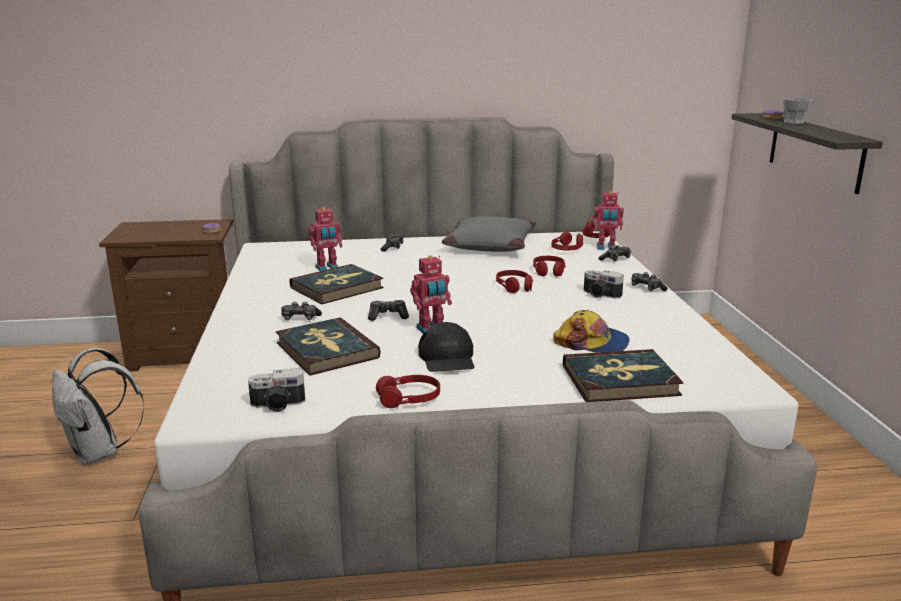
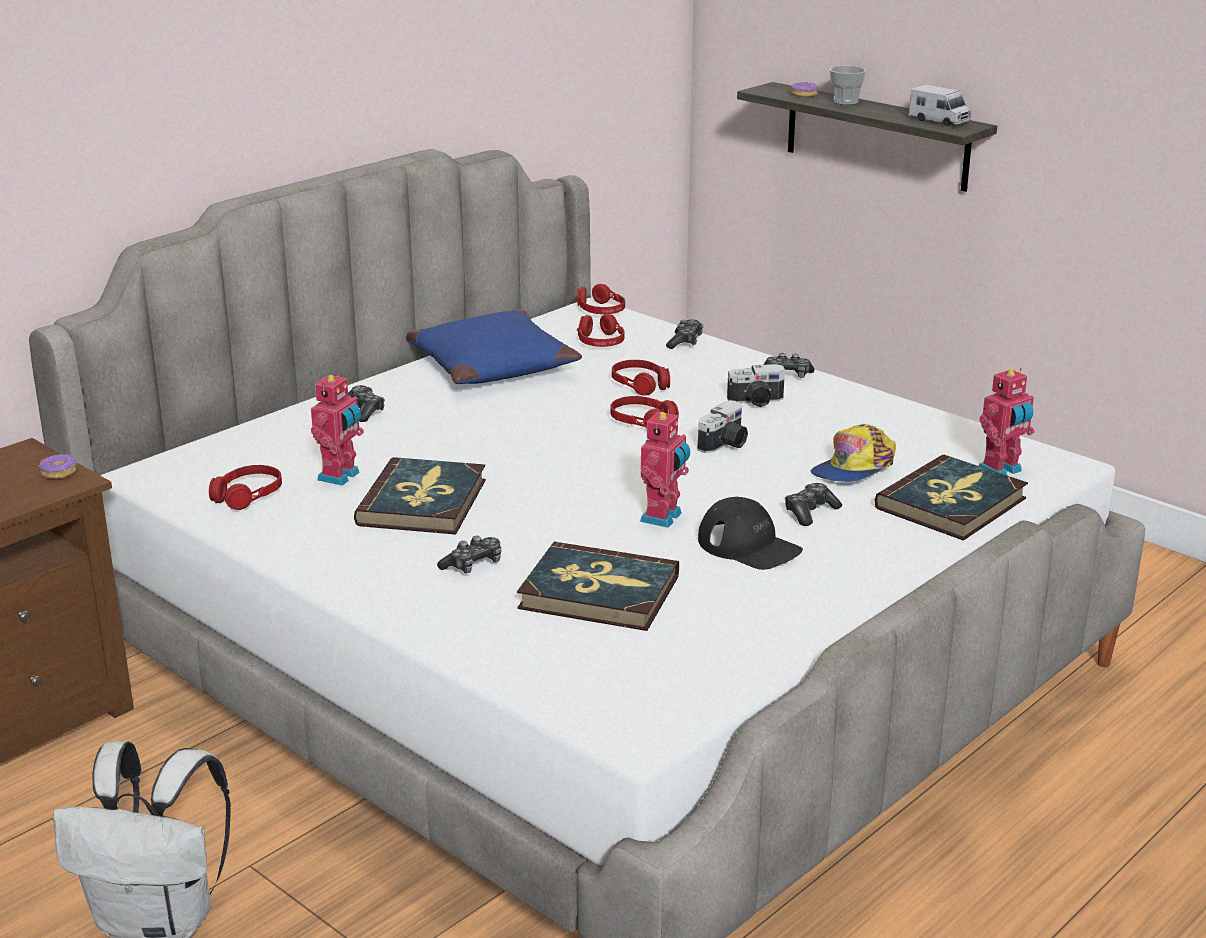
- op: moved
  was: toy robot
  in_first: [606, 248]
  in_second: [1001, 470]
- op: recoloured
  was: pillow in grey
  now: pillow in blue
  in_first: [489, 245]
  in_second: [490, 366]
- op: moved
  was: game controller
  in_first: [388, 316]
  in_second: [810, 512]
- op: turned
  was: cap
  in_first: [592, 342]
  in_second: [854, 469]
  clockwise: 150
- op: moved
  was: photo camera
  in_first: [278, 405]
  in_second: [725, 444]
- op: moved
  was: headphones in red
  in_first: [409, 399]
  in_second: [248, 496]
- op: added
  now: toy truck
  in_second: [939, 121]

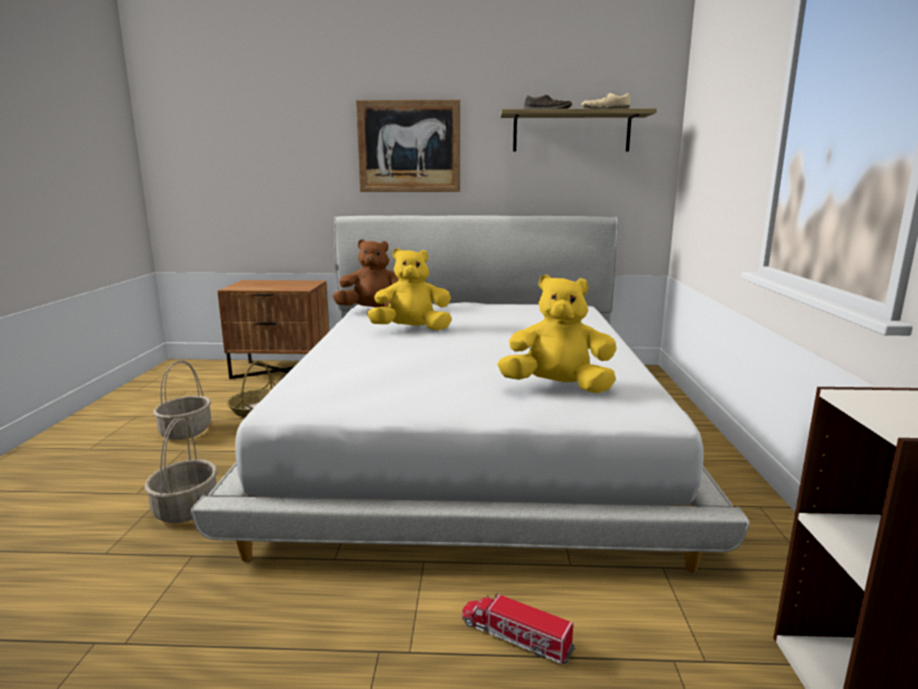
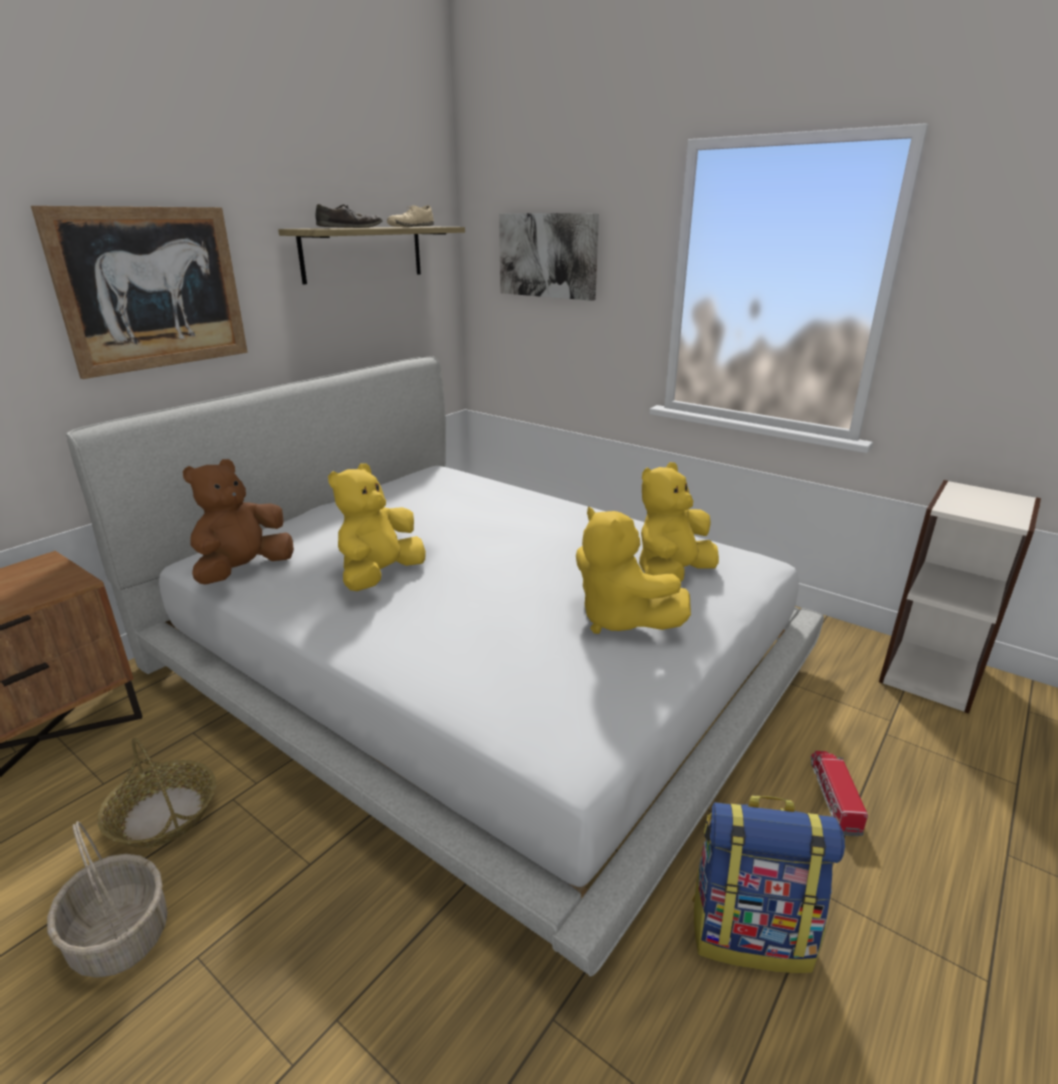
- op: removed
  was: basket
  in_first: [186, 508]
- op: turned
  was: toy truck
  in_first: [515, 637]
  in_second: [833, 796]
  clockwise: 120
- op: added
  now: picture
  in_second: [548, 255]
- op: added
  now: plush toy in yellow
  in_second: [620, 620]
- op: added
  now: backpack
  in_second: [751, 932]

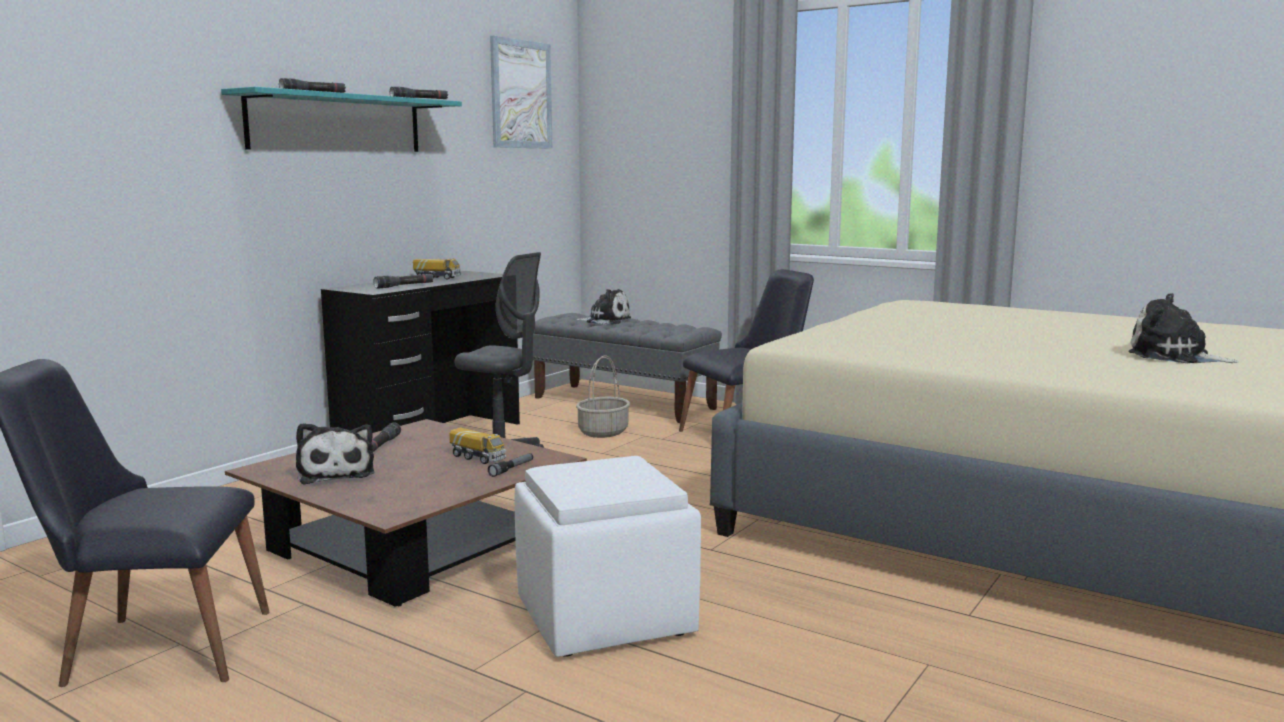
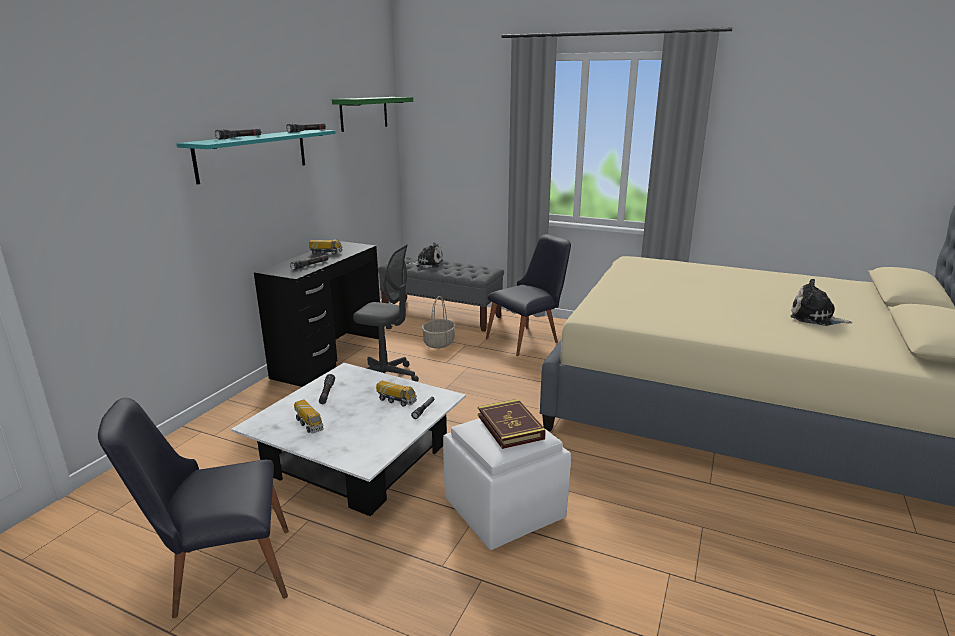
- op: replaced
  was: picture
  now: shelf in green
  in_first: [521, 94]
  in_second: [364, 113]
- op: recoloured
  was: coffee table in brown
  now: coffee table in white
  in_first: [413, 544]
  in_second: [358, 457]
- op: replaced
  was: plush toy
  now: toy truck
  in_first: [336, 473]
  in_second: [309, 424]
- op: added
  now: book
  in_second: [510, 427]

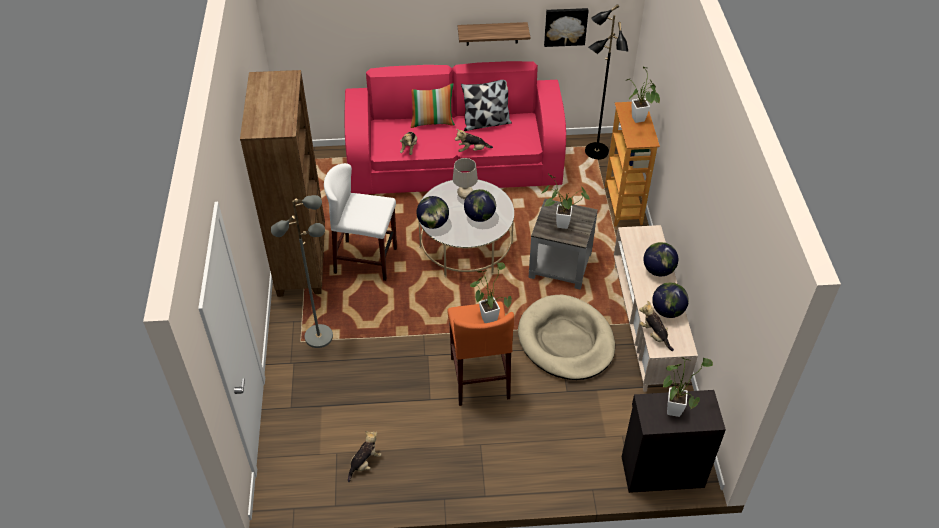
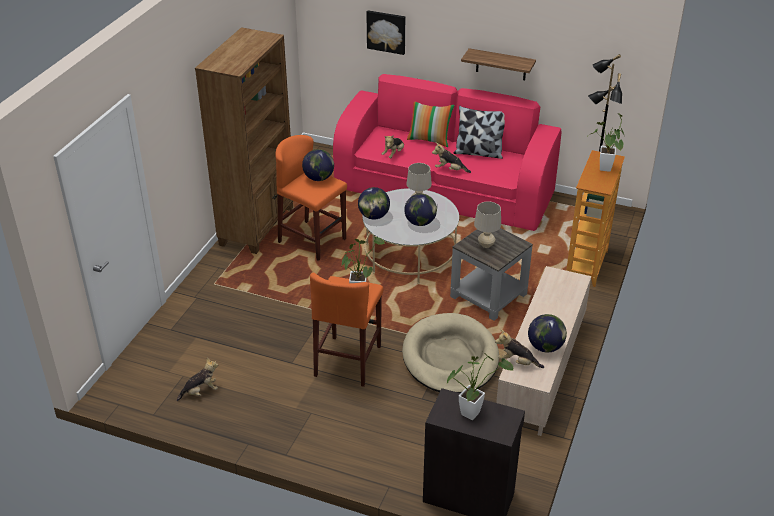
- op: moved
  was: picture
  in_first: [565, 26]
  in_second: [386, 31]
- op: recoloured
  was: stool in white
  now: stool in orange
  in_first: [366, 260]
  in_second: [312, 241]
- op: replaced
  was: potted plant
  now: table lamp in beige
  in_first: [559, 224]
  in_second: [486, 245]
- op: removed
  was: floor lamp in grey
  in_first: [318, 336]
- op: moved
  was: globe
  in_first: [658, 270]
  in_second: [318, 178]
- op: turned
  was: plush toy
  in_first: [654, 335]
  in_second: [517, 362]
  clockwise: -60

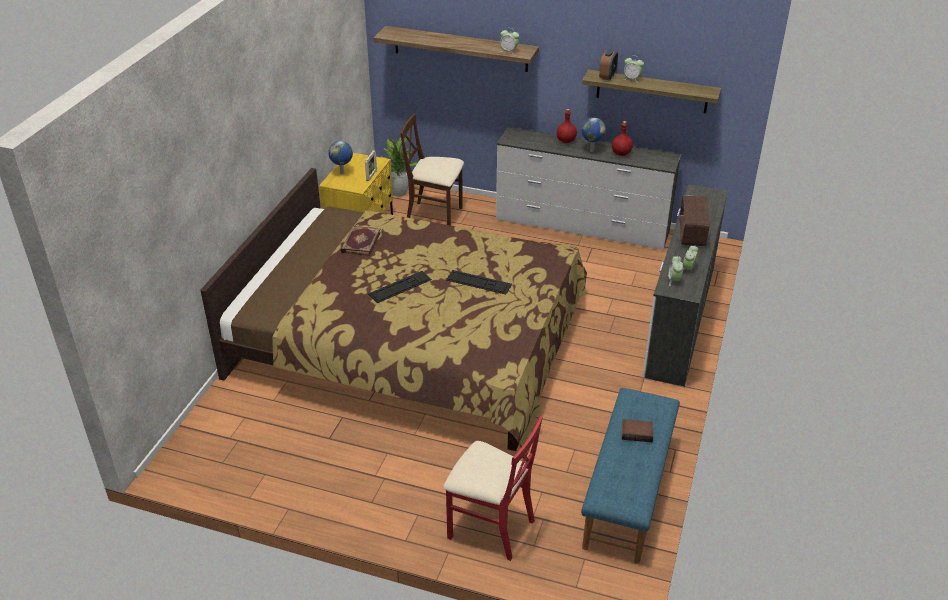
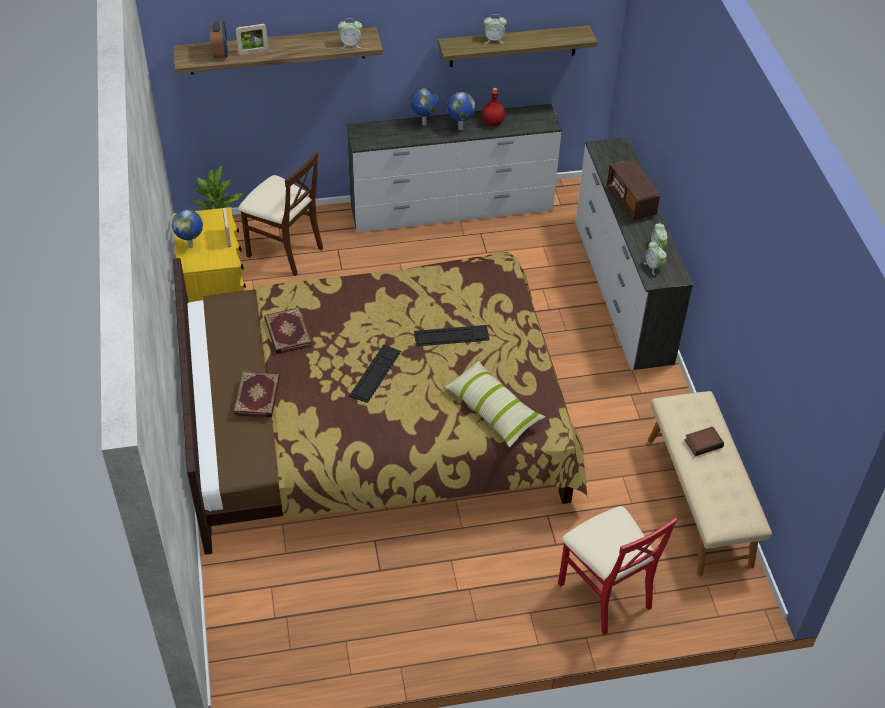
- op: moved
  was: alarm clock
  in_first: [607, 76]
  in_second: [220, 53]
- op: replaced
  was: bottle in red
  now: globe
  in_first: [565, 141]
  in_second: [423, 124]
- op: turned
  was: chair in beige
  in_first: [435, 215]
  in_second: [284, 250]
  clockwise: -135
- op: recoloured
  was: bench in blue
  now: bench in beige
  in_first: [628, 493]
  in_second: [700, 501]
- op: turned
  was: chair in red
  in_first: [490, 527]
  in_second: [605, 593]
  clockwise: 60
- op: added
  now: picture frame
  in_second: [253, 51]
- op: added
  now: pillow
  in_second: [492, 410]
- op: added
  now: book
  in_second: [258, 396]

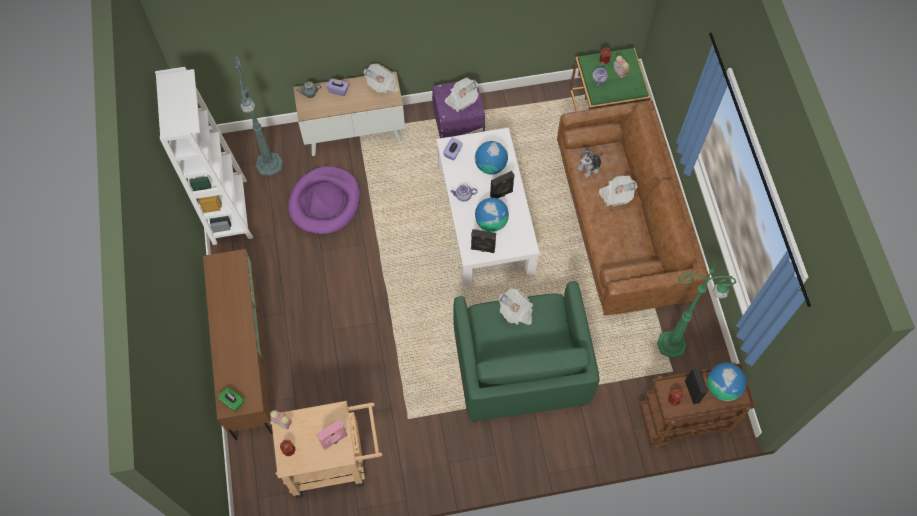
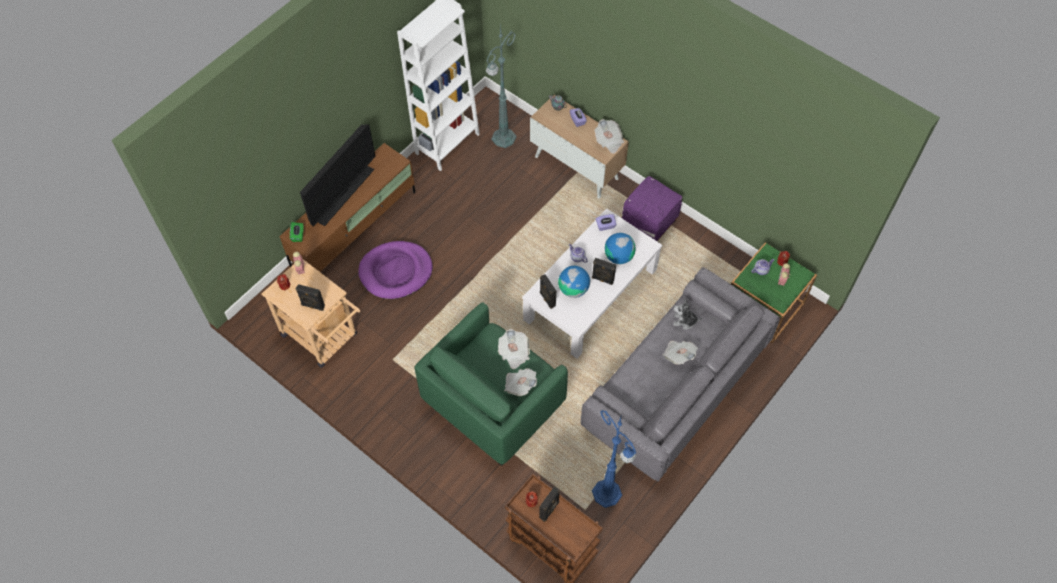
- op: moved
  was: newspaper
  in_first: [461, 99]
  in_second: [519, 385]
- op: recoloured
  was: sofa in brown
  now: sofa in grey
  in_first: [622, 224]
  in_second: [675, 388]
- op: moved
  was: dog bed in purple
  in_first: [325, 202]
  in_second: [396, 272]
- op: recoloured
  was: floor lamp in green
  now: floor lamp in blue
  in_first: [673, 344]
  in_second: [607, 494]
- op: removed
  was: globe
  in_first: [722, 387]
- op: recoloured
  was: speaker in pink
  now: speaker in black
  in_first: [334, 440]
  in_second: [313, 306]
- op: added
  now: television
  in_second: [344, 194]

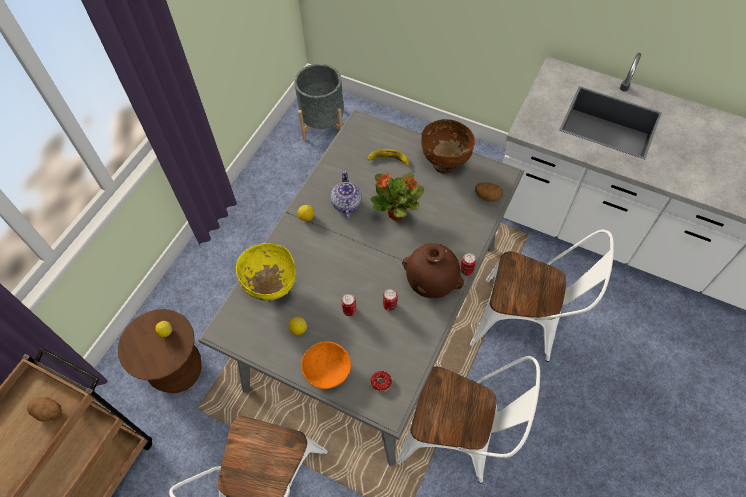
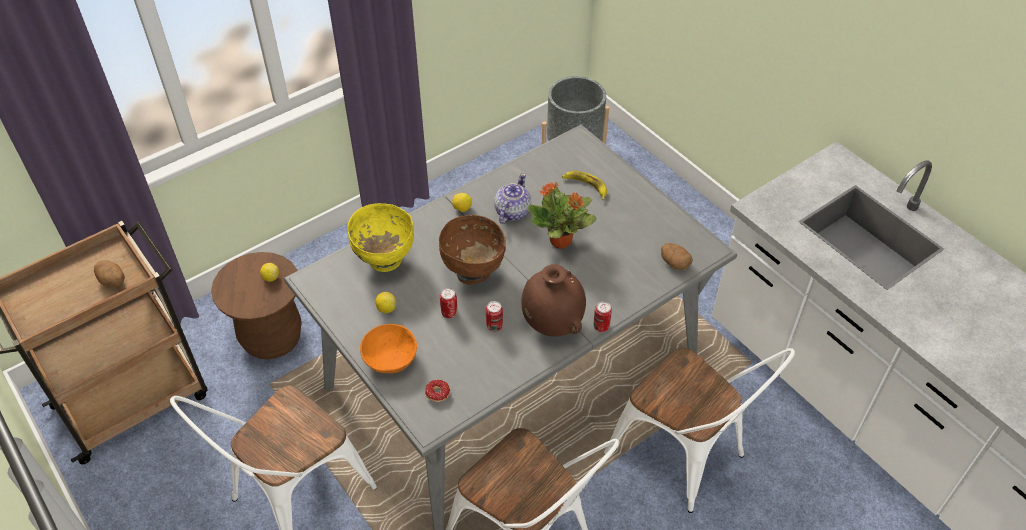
- op: moved
  was: bowl in brown
  in_first: [445, 163]
  in_second: [473, 272]

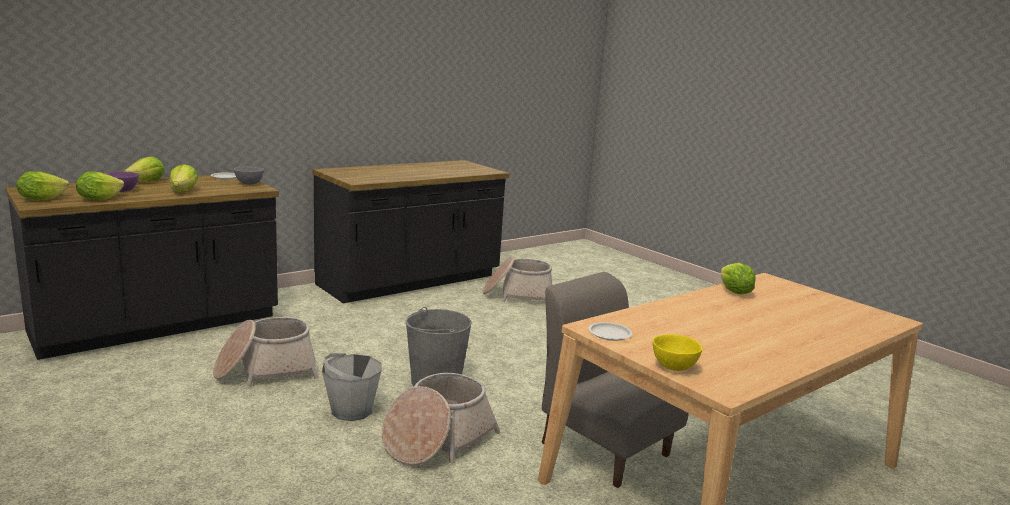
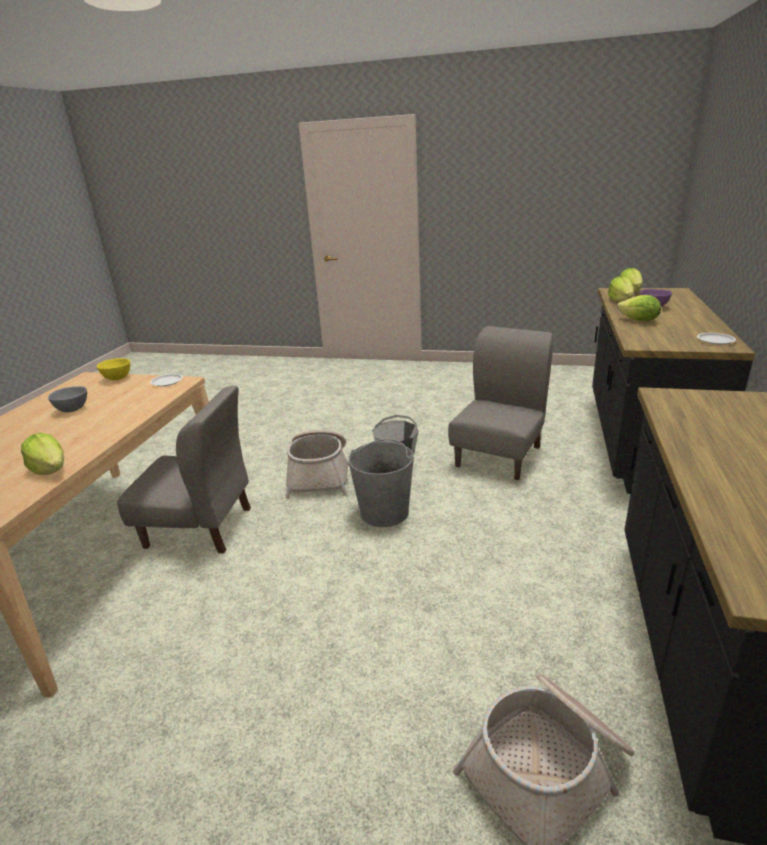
- op: removed
  was: lettuce
  in_first: [147, 182]
- op: moved
  was: bowl in grey
  in_first: [249, 184]
  in_second: [73, 409]
- op: replaced
  was: basket
  now: chair in grey
  in_first: [266, 370]
  in_second: [499, 456]

